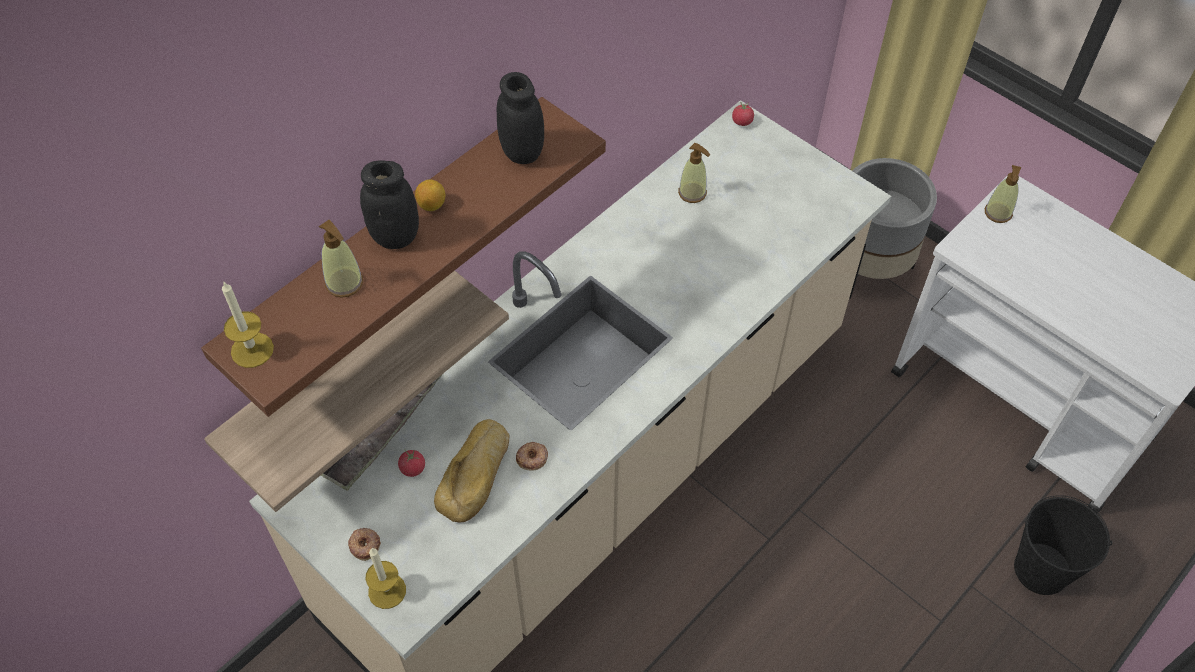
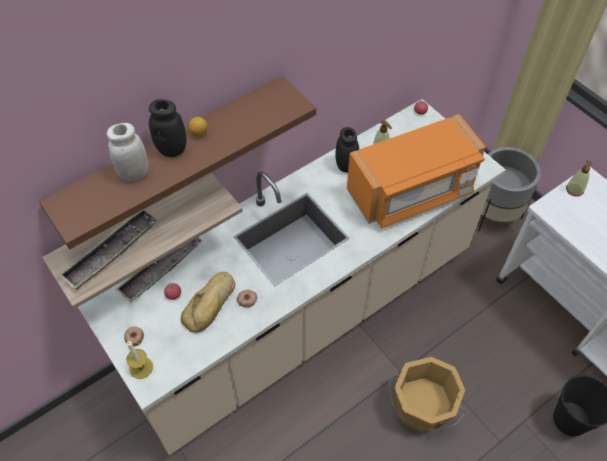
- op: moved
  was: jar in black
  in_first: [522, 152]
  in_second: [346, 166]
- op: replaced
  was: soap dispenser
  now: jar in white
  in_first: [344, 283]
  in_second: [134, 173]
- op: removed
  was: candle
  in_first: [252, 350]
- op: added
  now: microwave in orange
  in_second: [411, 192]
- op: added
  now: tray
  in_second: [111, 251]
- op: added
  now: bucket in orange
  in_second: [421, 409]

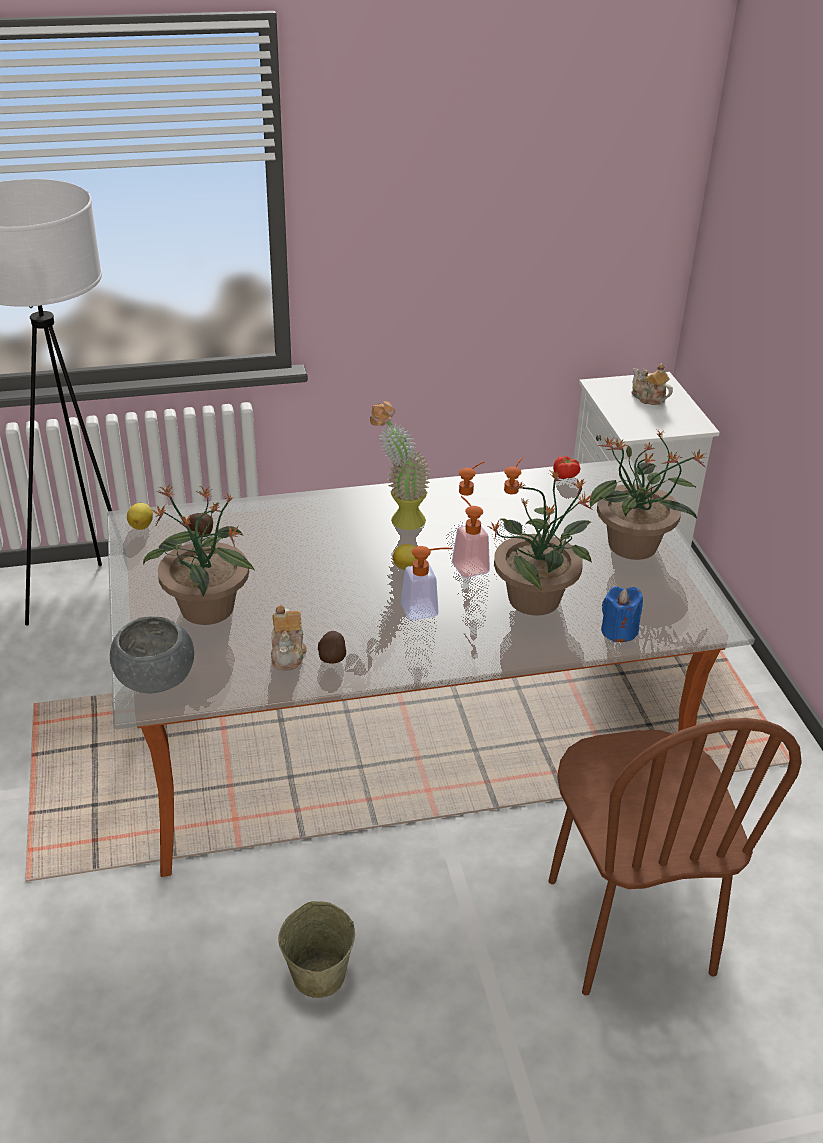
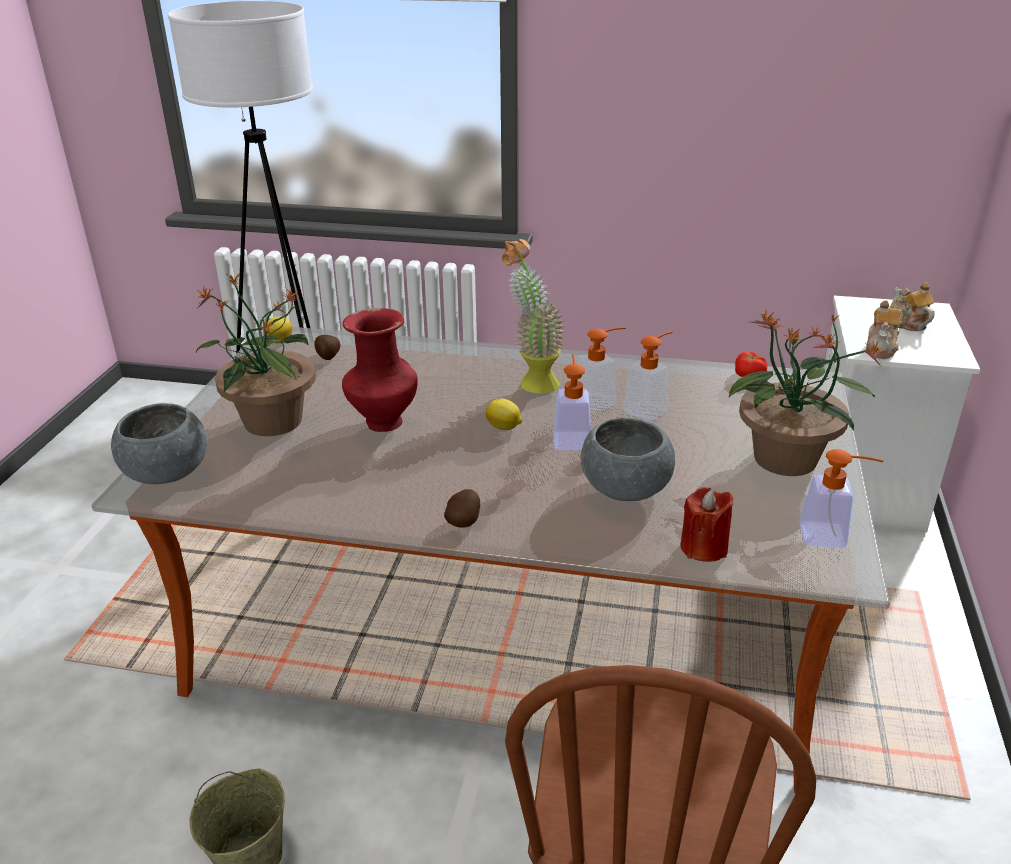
- op: replaced
  was: potted plant
  now: bowl in grey
  in_first: [536, 598]
  in_second: [624, 488]
- op: moved
  was: soap dispenser
  in_first: [426, 609]
  in_second: [832, 536]
- op: recoloured
  was: candle in blue
  now: candle in red
  in_first: [619, 631]
  in_second: [703, 547]
- op: moved
  was: teapot
  in_first: [288, 653]
  in_second: [881, 348]
- op: moved
  was: potato
  in_first: [332, 657]
  in_second: [464, 521]
- op: added
  now: vase in red
  in_second: [383, 423]

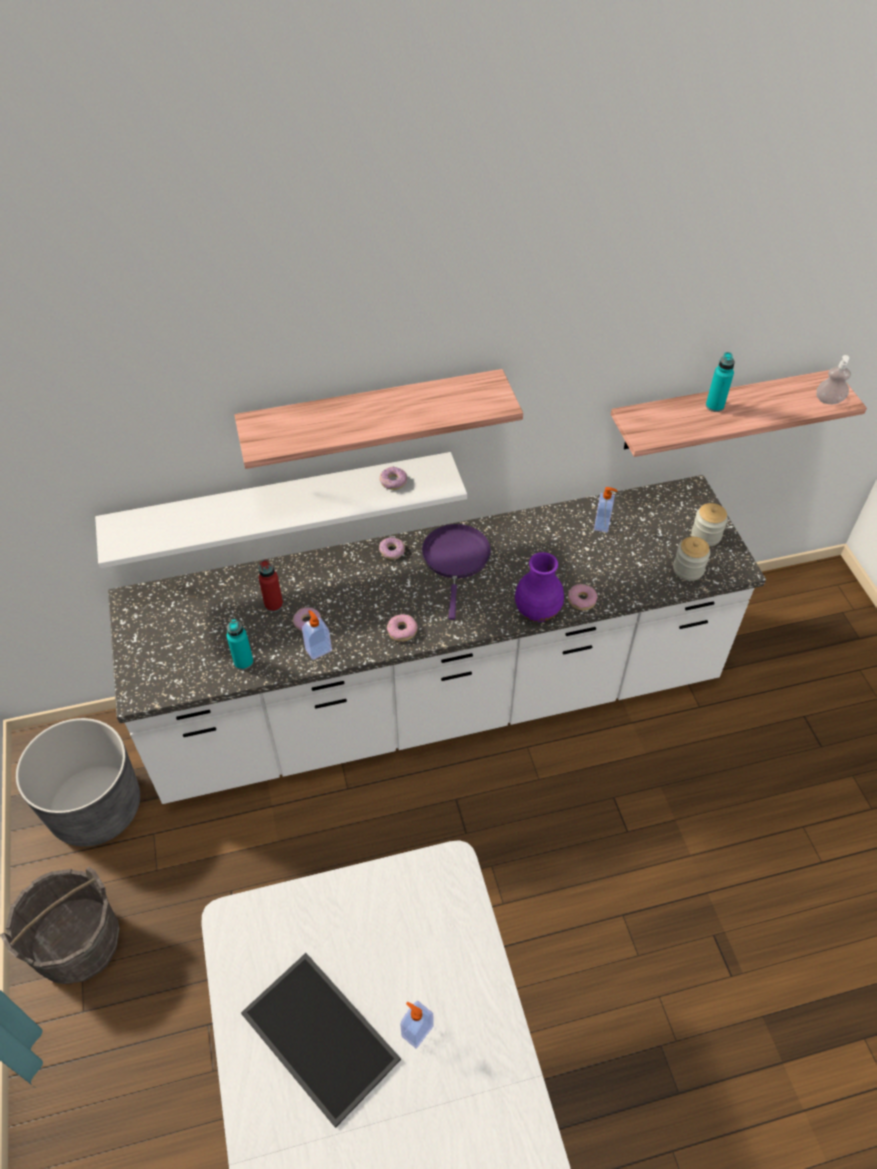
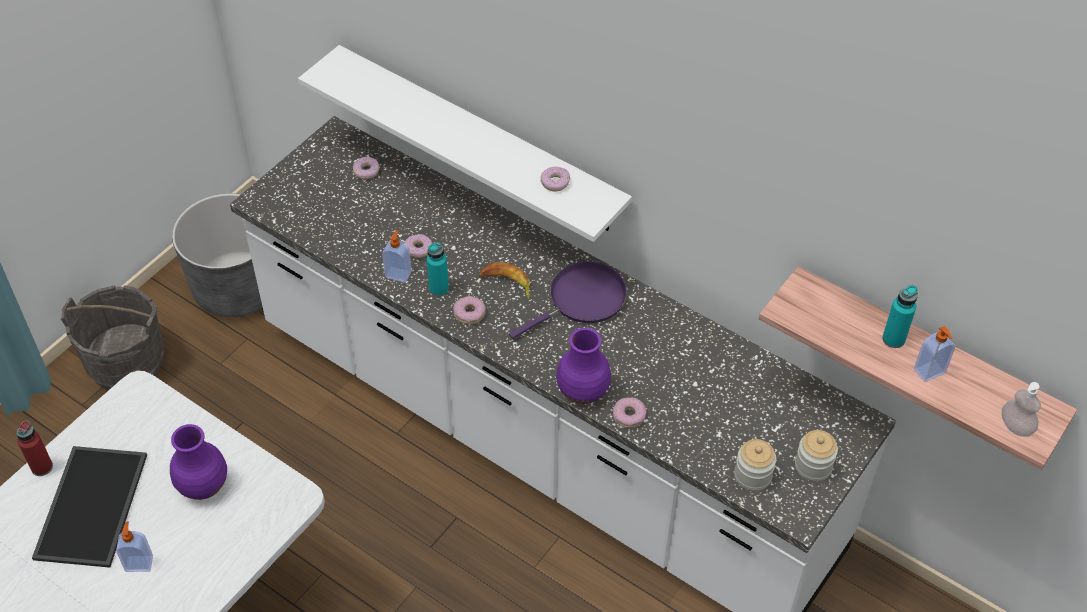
- op: removed
  was: shelf
  in_first: [372, 415]
- op: moved
  was: soap dispenser
  in_first: [602, 524]
  in_second: [930, 372]
- op: moved
  was: donut
  in_first: [392, 551]
  in_second: [366, 171]
- op: moved
  was: bottle in red
  in_first: [273, 605]
  in_second: [42, 467]
- op: moved
  was: bottle in turquoise
  in_first: [243, 662]
  in_second: [439, 289]
- op: added
  now: banana
  in_second: [506, 283]
- op: added
  now: vase in purple
  in_second: [204, 485]

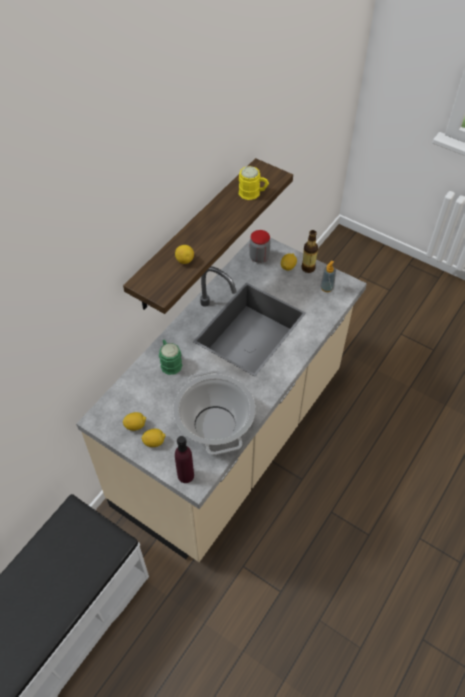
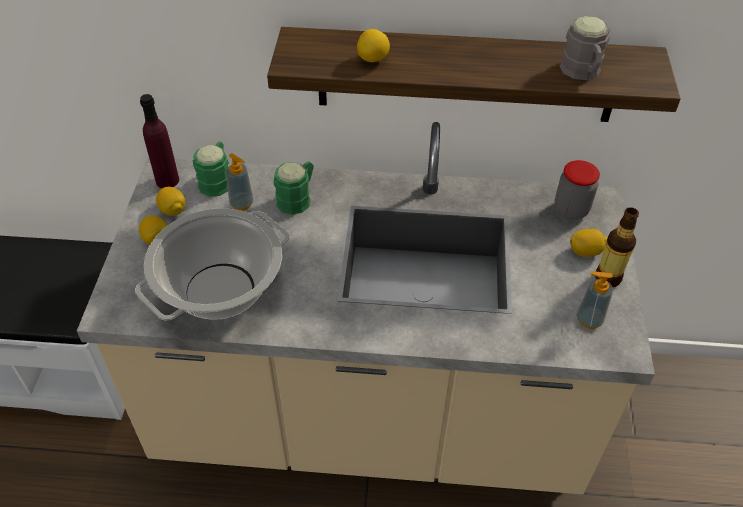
- op: recoloured
  was: mug in yellow
  now: mug in grey
  in_first: [253, 193]
  in_second: [582, 72]
- op: moved
  was: bottle in purple
  in_first: [185, 475]
  in_second: [167, 180]
- op: added
  now: mug in green
  in_second: [217, 180]
- op: added
  now: soap dispenser
  in_second: [242, 203]

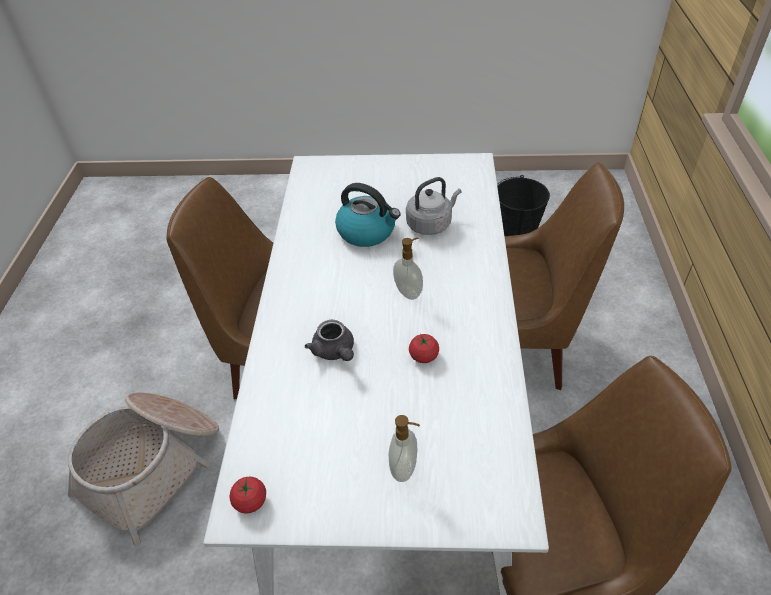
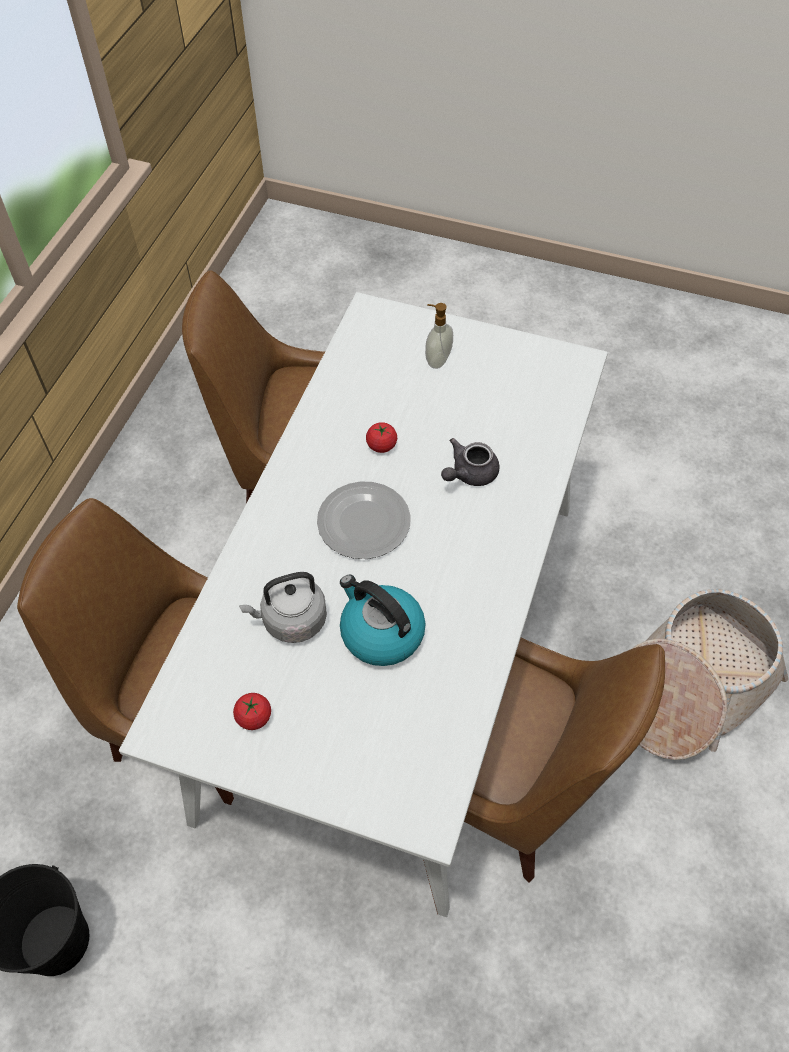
- op: replaced
  was: soap dispenser
  now: plate
  in_first: [409, 292]
  in_second: [365, 523]
- op: turned
  was: teapot in grey
  in_first: [335, 352]
  in_second: [469, 474]
  clockwise: -120
- op: moved
  was: tomato
  in_first: [250, 501]
  in_second: [254, 717]

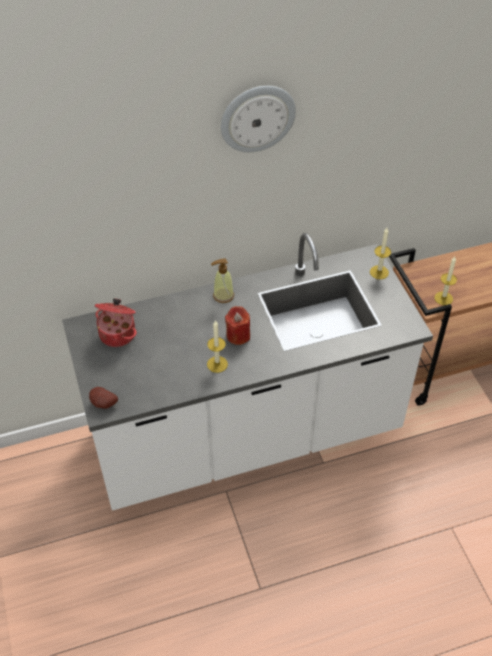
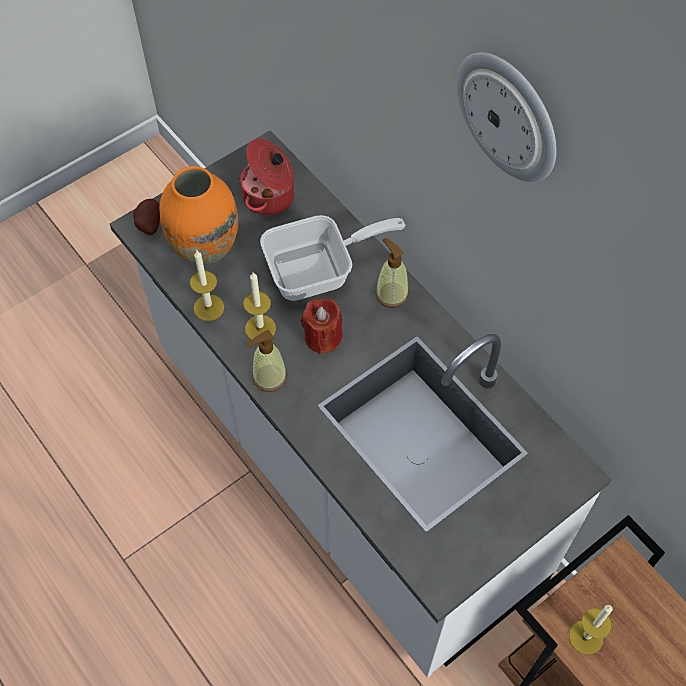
- op: moved
  was: candle
  in_first: [379, 272]
  in_second: [208, 308]
- op: added
  now: vase in orange
  in_second: [204, 248]
- op: added
  now: frying pan
  in_second: [319, 271]
- op: added
  now: soap dispenser
  in_second: [269, 377]

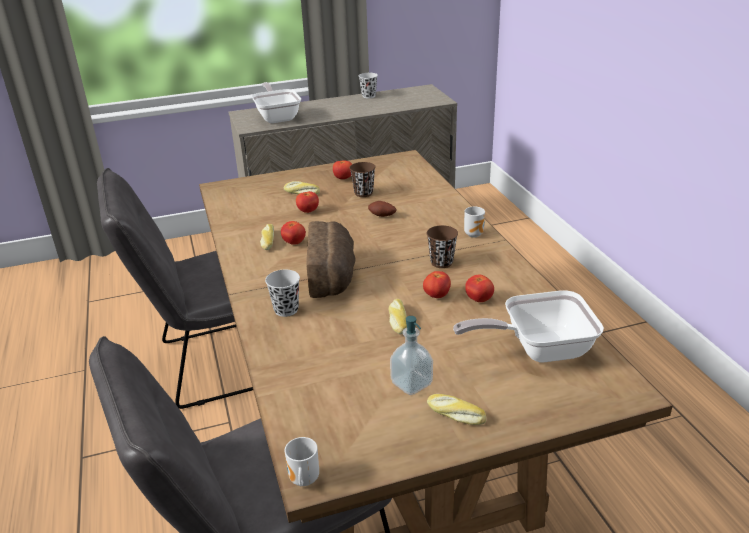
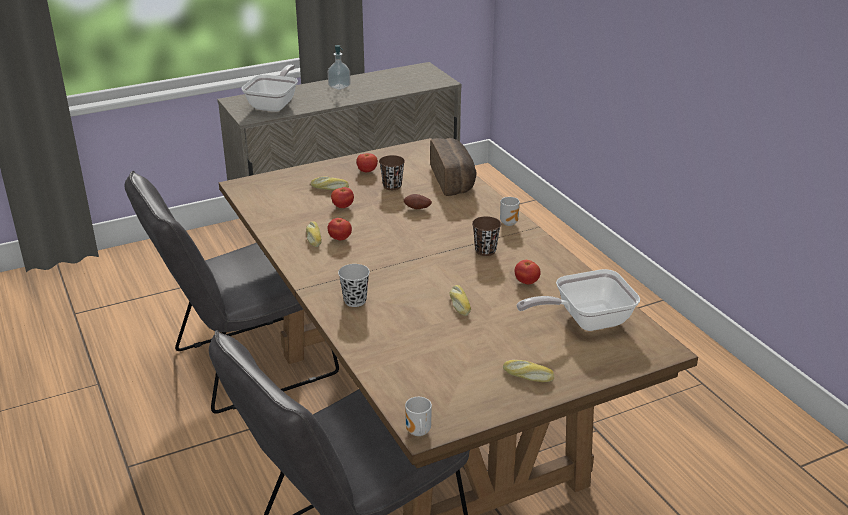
- op: removed
  was: cup in black
  in_first: [368, 96]
- op: turned
  was: frying pan
  in_first: [277, 117]
  in_second: [275, 104]
  clockwise: 45
- op: moved
  was: bread
  in_first: [333, 275]
  in_second: [454, 180]
- op: removed
  was: tomato
  in_first: [436, 296]
- op: moved
  was: soap dispenser
  in_first: [411, 383]
  in_second: [339, 86]

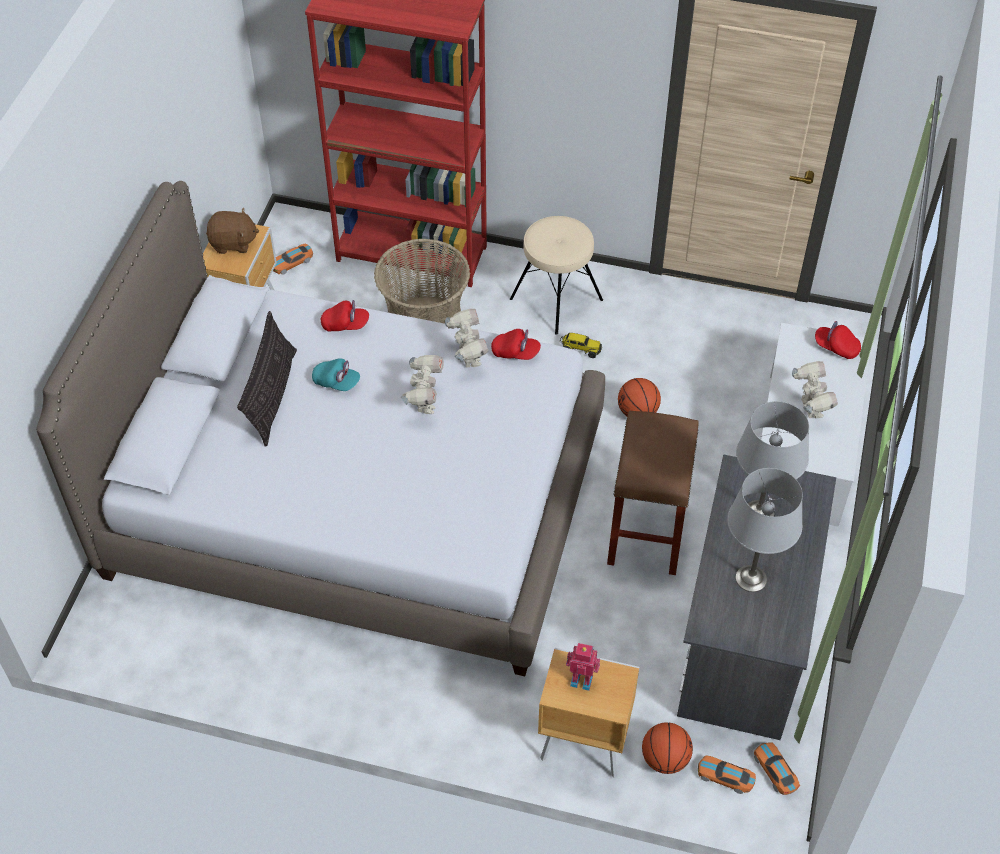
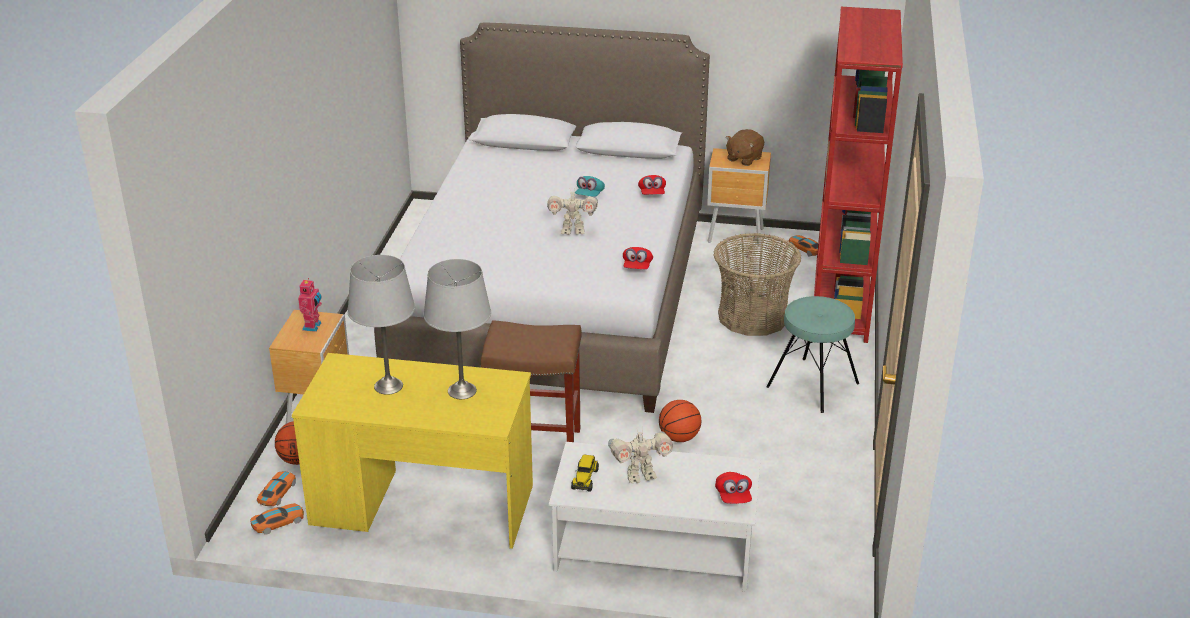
- op: turned
  was: plush toy in brown
  in_first: [233, 243]
  in_second: [743, 159]
  clockwise: 45
- op: recoloured
  was: stool in beige
  now: stool in turquoise
  in_first: [556, 299]
  in_second: [813, 385]
- op: removed
  was: toy robot
  in_first: [468, 358]
- op: removed
  was: pillow
  in_first: [272, 396]
- op: turned
  was: cap in red
  in_first: [836, 347]
  in_second: [733, 497]
  clockwise: 150
- op: moved
  was: toy truck
  in_first: [580, 349]
  in_second: [585, 479]
- op: recoloured
  was: desk in grey
  now: desk in yellow
  in_first: [744, 634]
  in_second: [422, 505]

